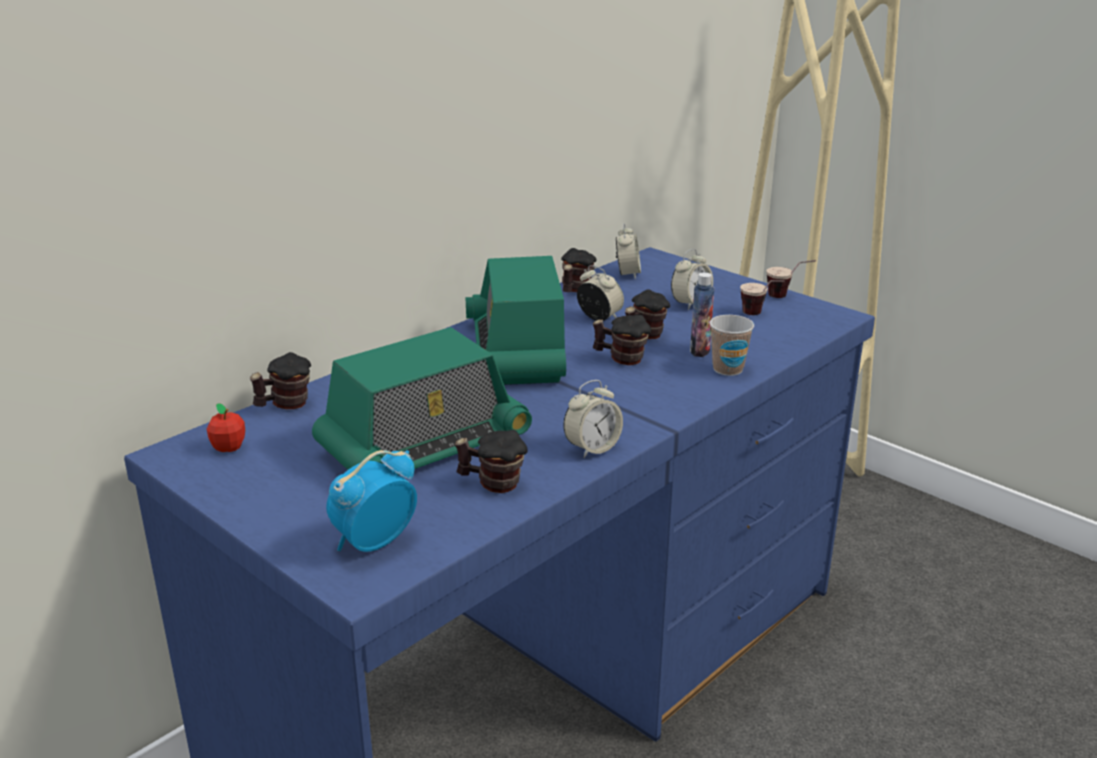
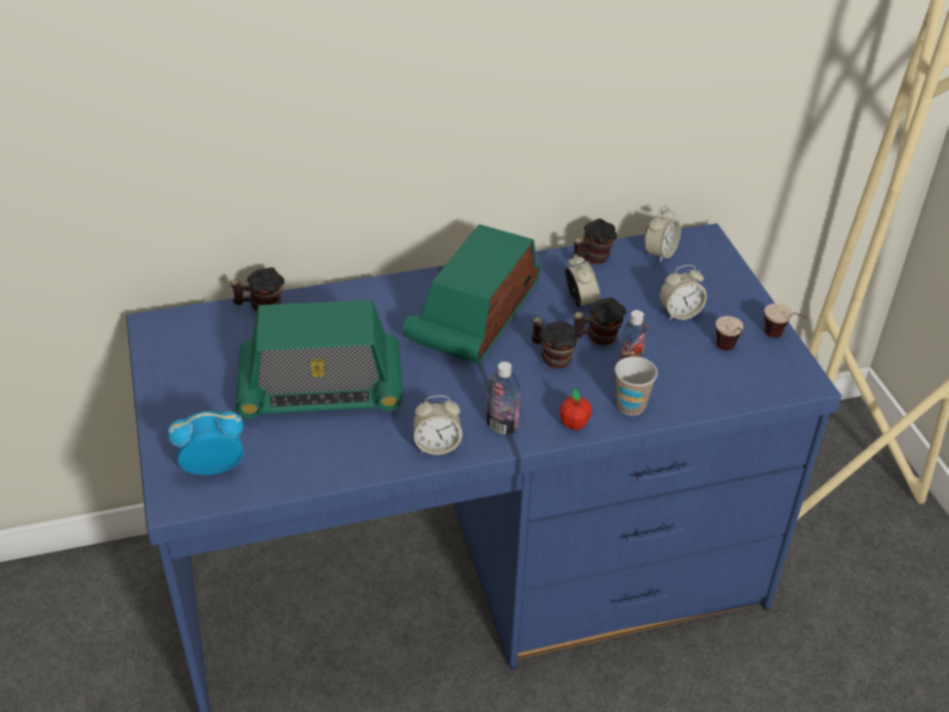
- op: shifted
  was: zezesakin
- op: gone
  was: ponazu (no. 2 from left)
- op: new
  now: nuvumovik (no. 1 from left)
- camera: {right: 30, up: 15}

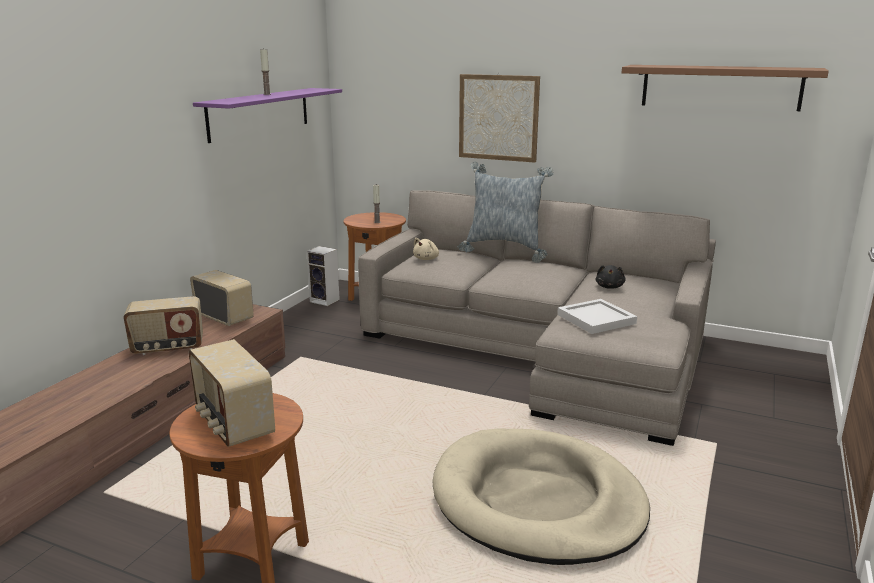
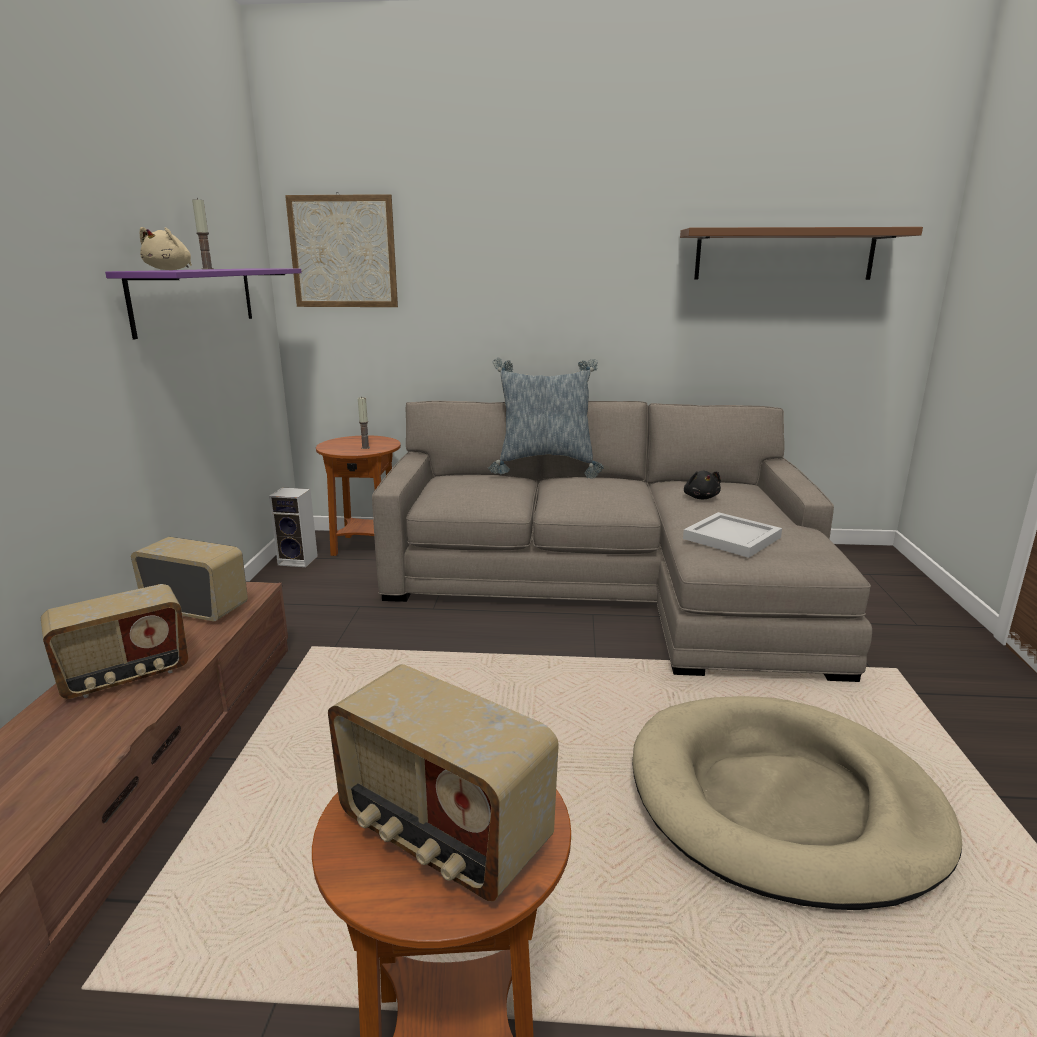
- op: shifted
  was: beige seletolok
- op: shifted
  was: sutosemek
- camera: {right: -20, up: 0}

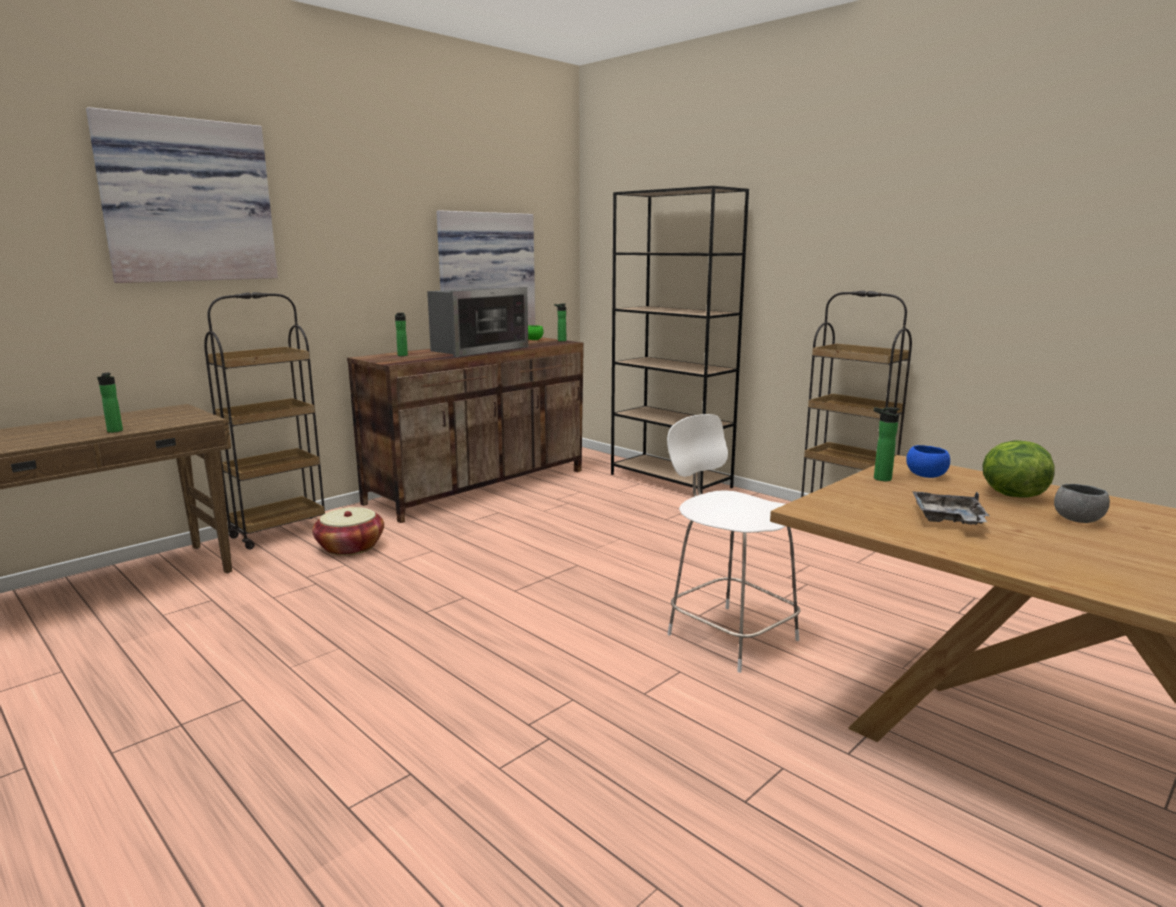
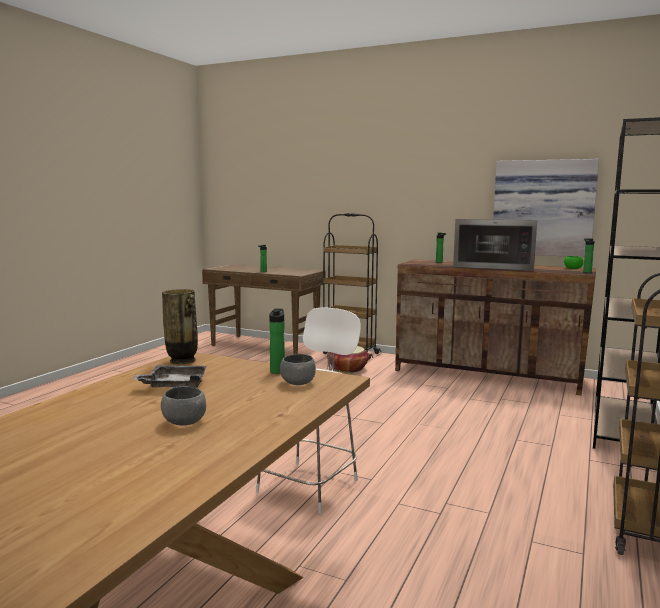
- op: gone
  was: sutosemek (no. 1 from left)
- op: repainted
  was: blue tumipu
  now: grey tumipu (no. 2 from left)
- op: gone
  was: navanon
- op: new
  now: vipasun
- camera: {right: 70, up: -5}

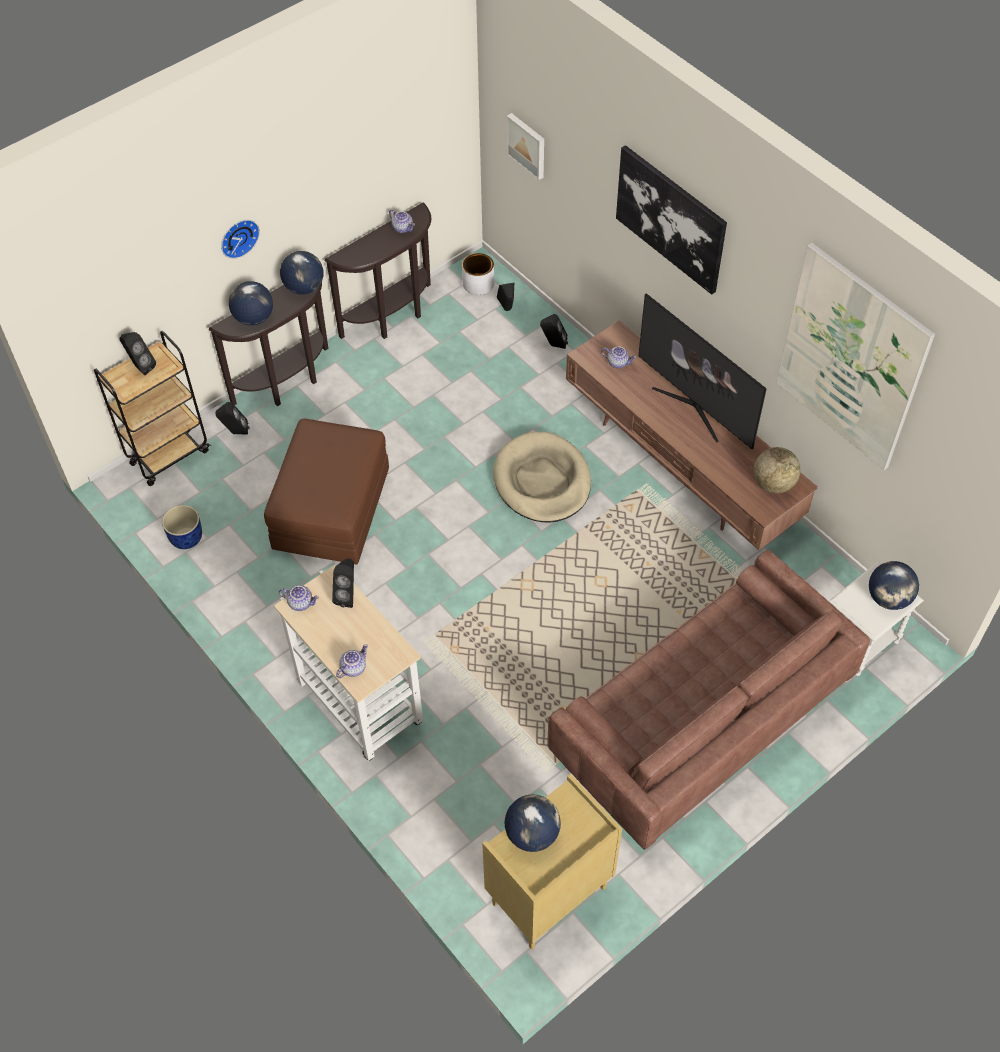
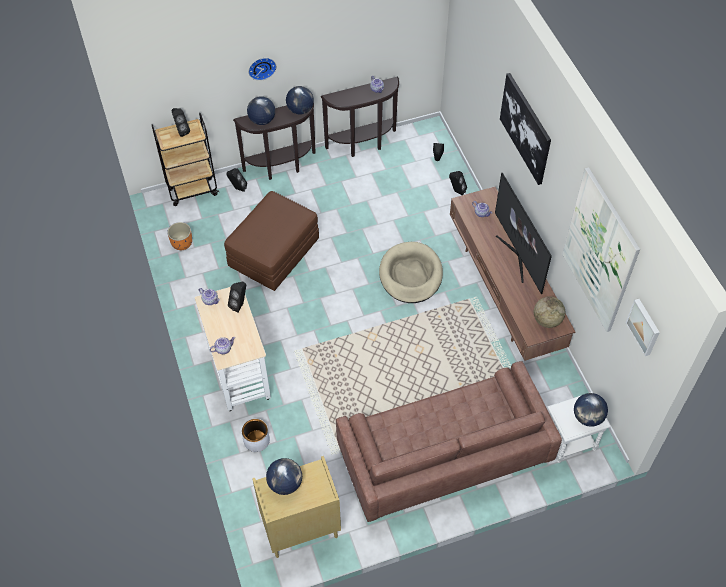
- op: repainted
  was: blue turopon
  now: orange turopon
- op: shifted
  was: white turopon
- op: shifted
  was: sutosemek (no. 1 from left in the first image)
  now: sutosemek (no. 3 from left)
- camera: {right: 20, up: 0}

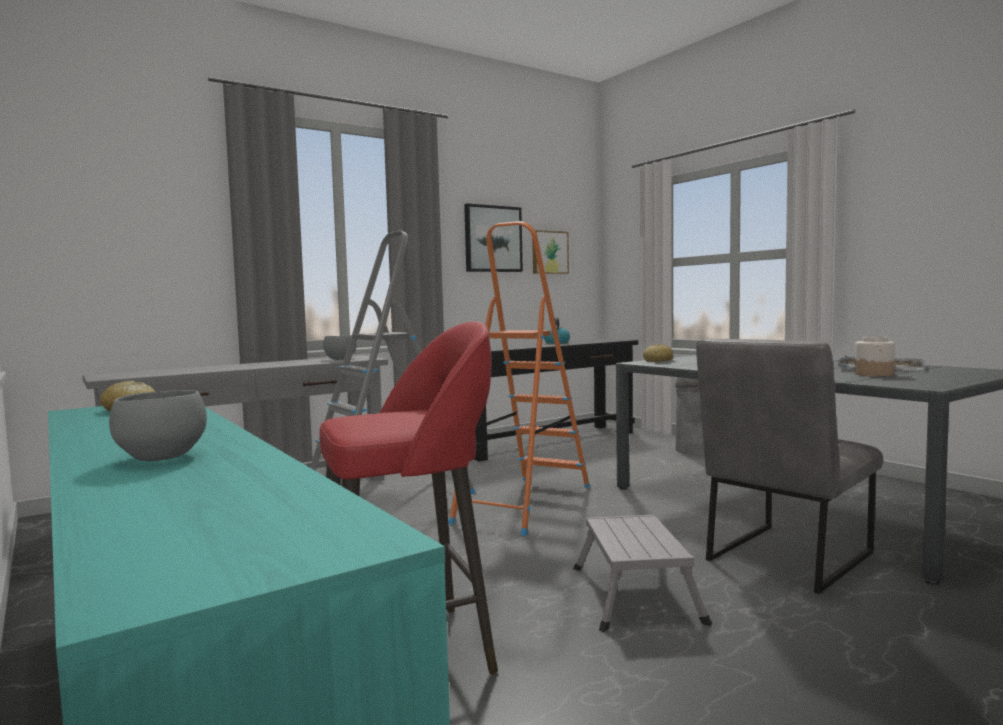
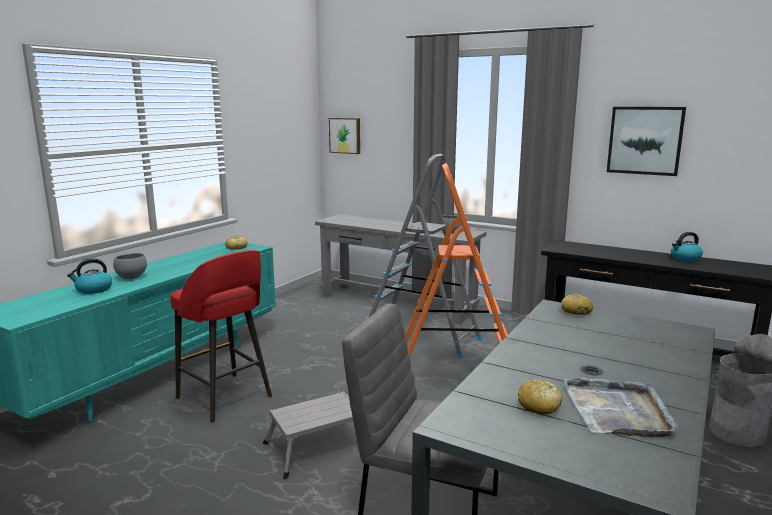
- op: shifted
  was: sutosemek (no. 2 from left in the first image)
  now: sutosemek (no. 1 from left)
- op: swapped
  was: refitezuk
  now: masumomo (no. 2 from left)
- op: new
  now: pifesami (no. 1 from left)
- camera: {right: 65, up: 10}

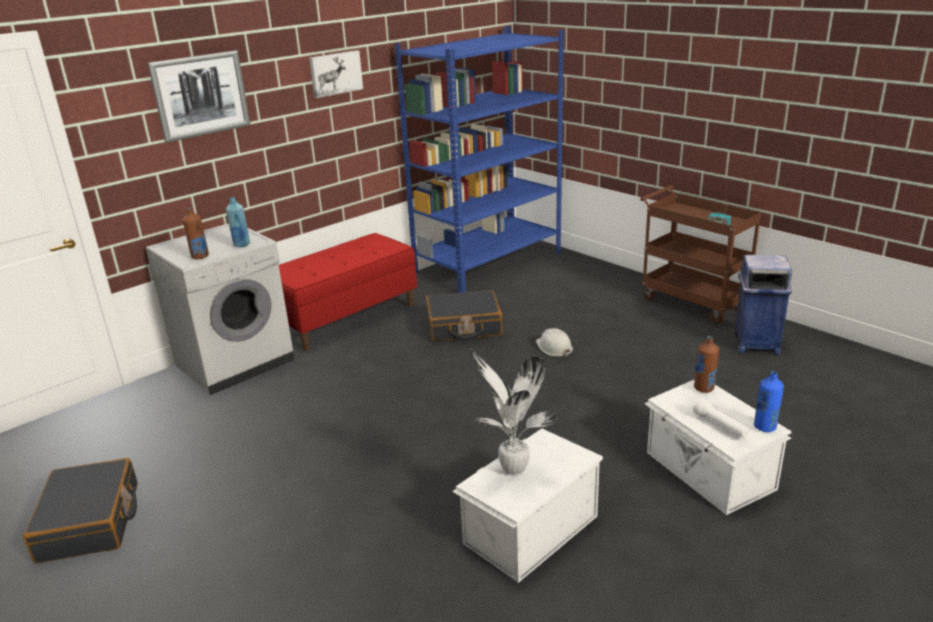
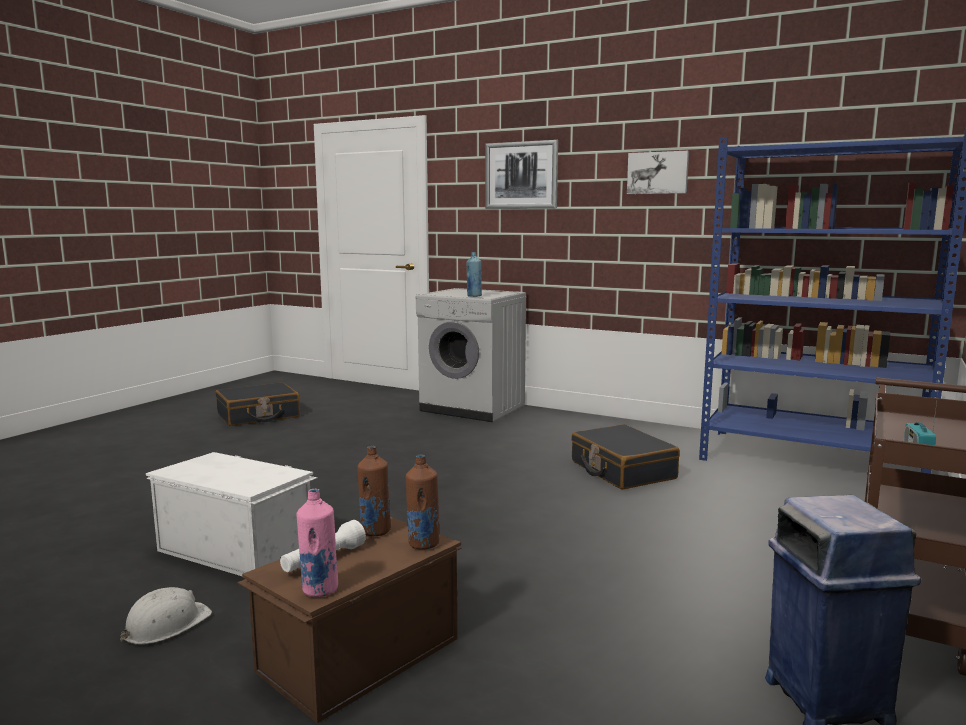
- op: shifted
  was: brown nuvumovik (no. 1 from left)
- op: gone
  was: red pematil
- op: gone
  was: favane
- op: shifted
  was: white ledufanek
- op: repainted
  was: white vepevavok (no. 2 from left)
  now: brown vepevavok
- op: repainted
  was: blue nuvumovik (no. 2 from left)
  now: pink nuvumovik
- camera: {right: 70, up: -15}

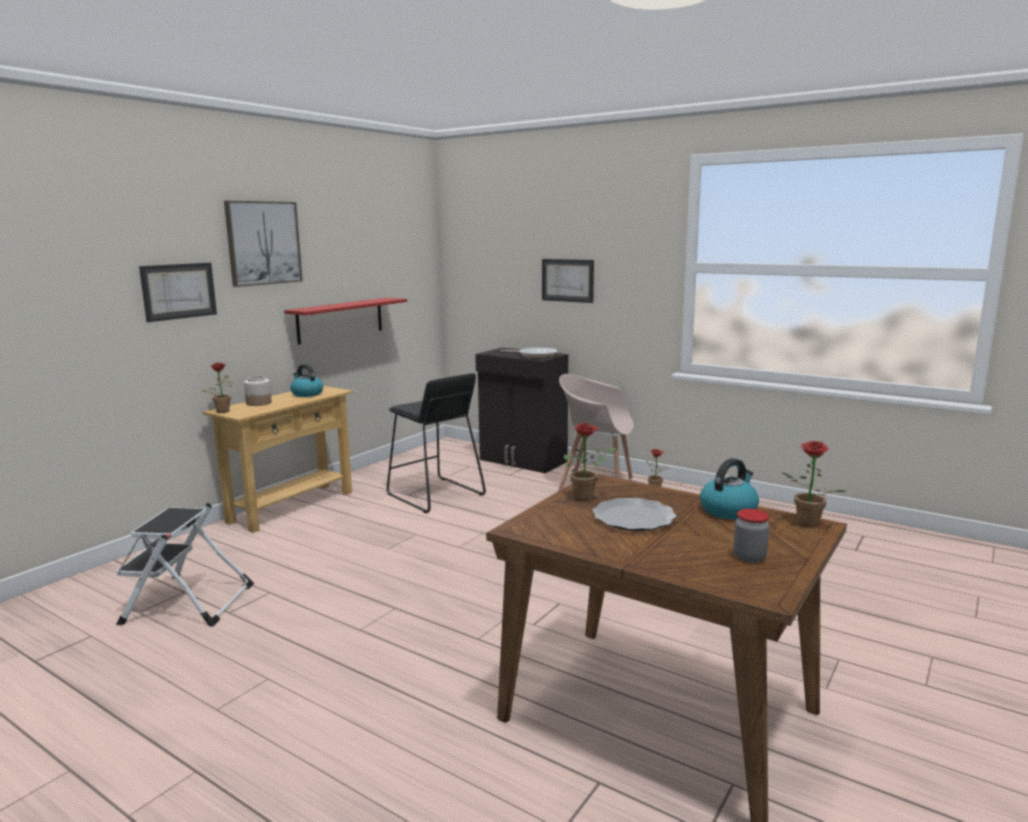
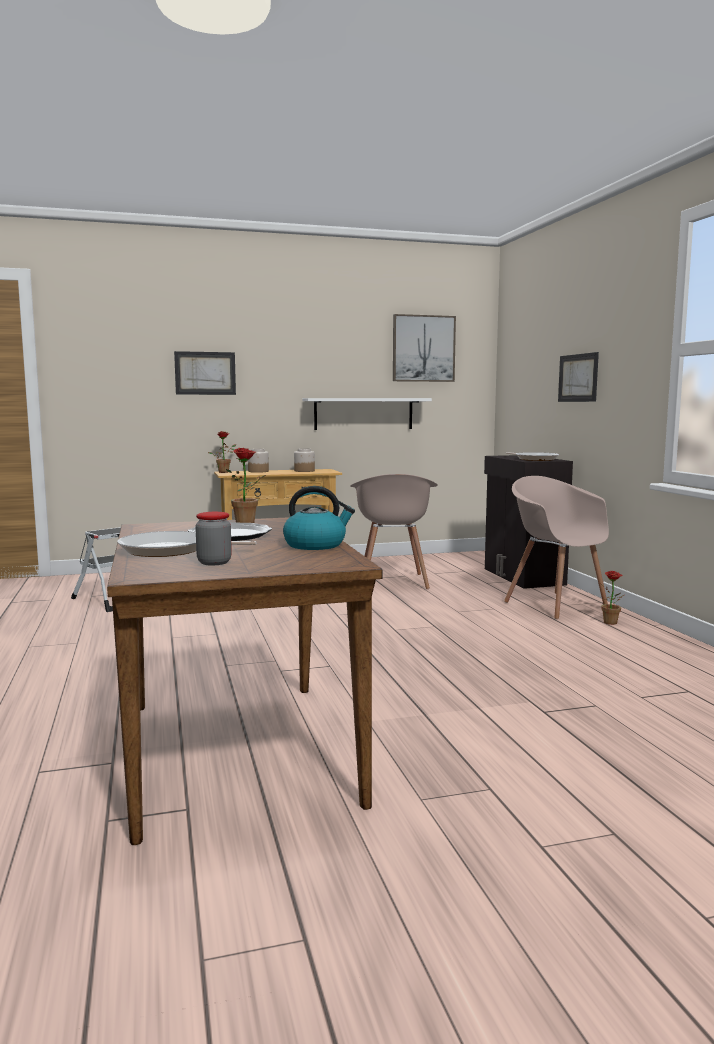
- op: shifted
  was: sutosemek (no. 2 from left)
- op: repainted
  was: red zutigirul
  now: white zutigirul
- op: swapped
  was: pifesami (no. 1 from left)
  now: refitezuk (no. 3 from left)
- op: swapped
  was: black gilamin
  now: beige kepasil (no. 1 from left)
- op: gone
  was: favane (no. 4 from left)
- op: new
  now: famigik (no. 1 from left)
- camera: {right: 40, up: -5}

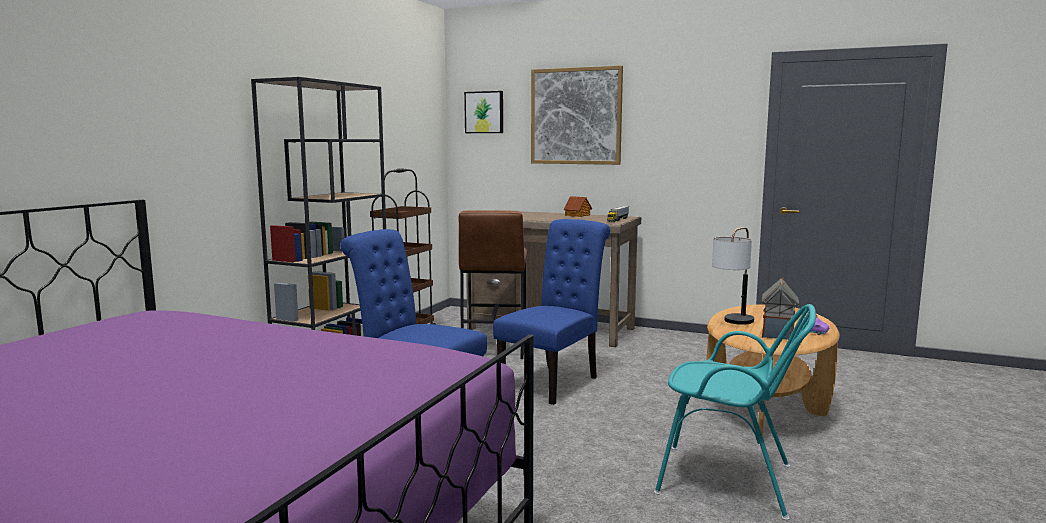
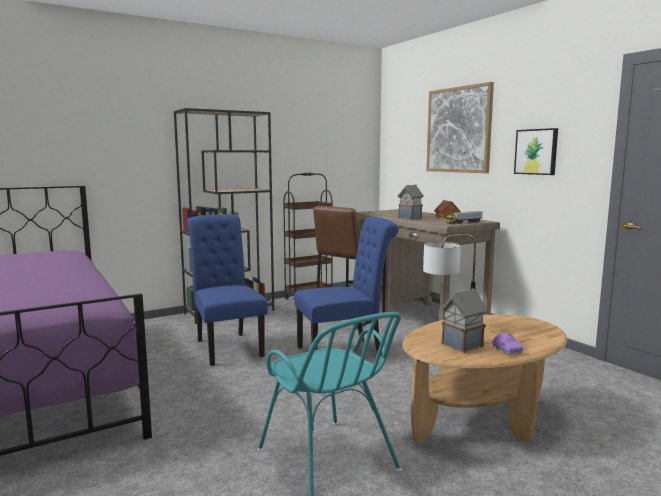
- op: shifted
  was: sutosemek (no. 1 from left in the first image)
  now: sutosemek (no. 2 from left)
- op: new
  now: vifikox (no. 1 from left)
- camera: {right: 35, up: 0}

